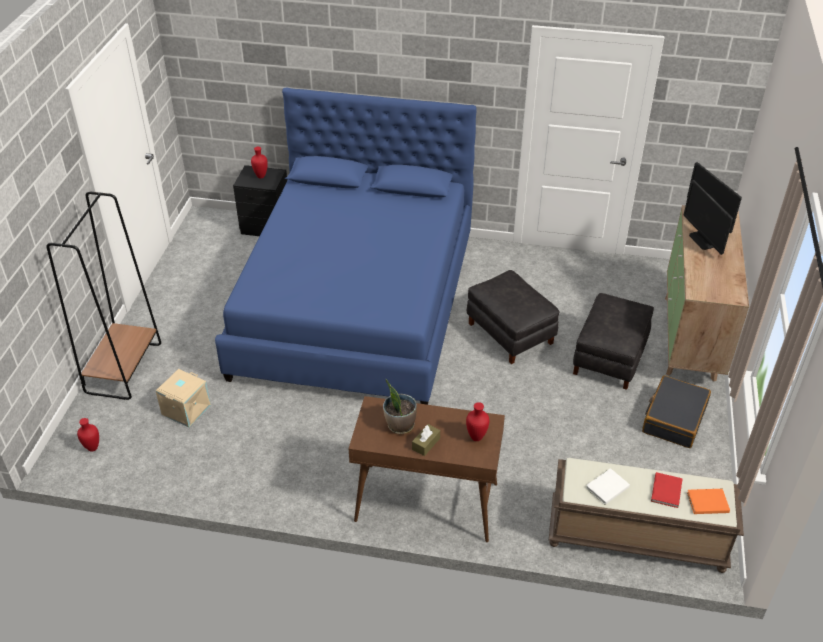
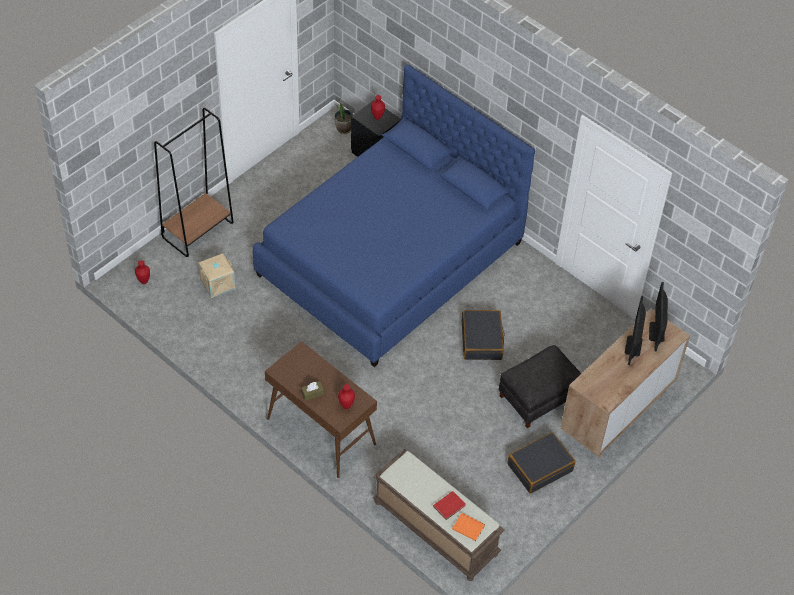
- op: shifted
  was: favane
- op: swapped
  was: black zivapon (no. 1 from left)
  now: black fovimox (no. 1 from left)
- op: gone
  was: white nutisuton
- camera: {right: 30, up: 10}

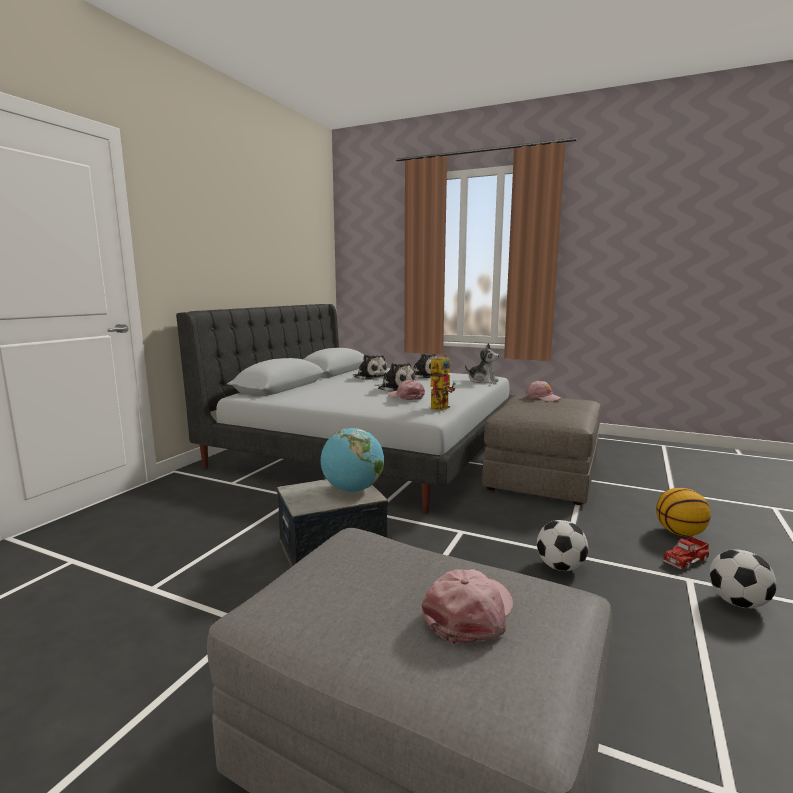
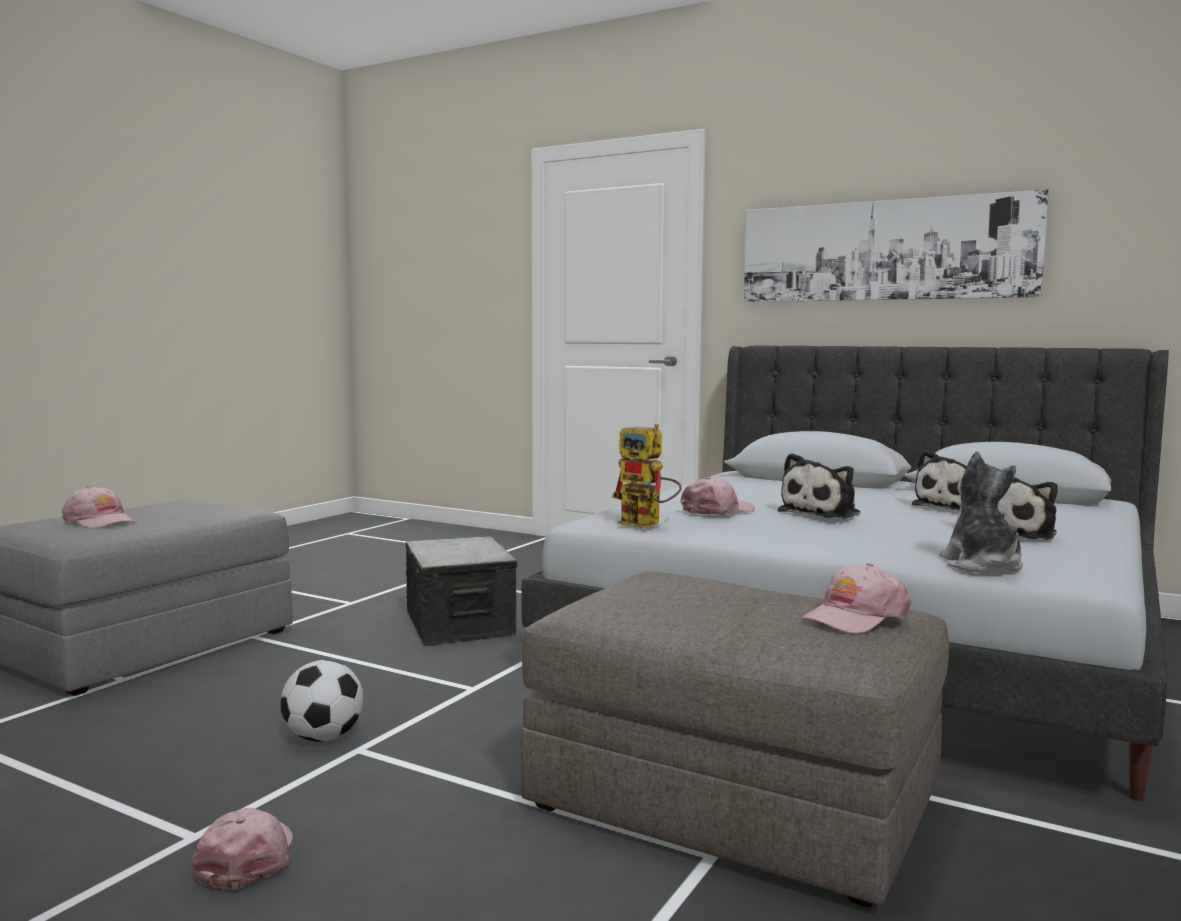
- op: gone
  was: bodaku
- op: rotated
  was: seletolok (no. 4 from left in the first image)
  clockwise: 135
- op: gone
  was: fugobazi
- op: swapped
  was: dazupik
  now: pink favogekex (no. 2 from left)
- op: gone
  was: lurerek (no. 2 from left)
- op: new
  now: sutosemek
- camera: {right: 95, up: -5}

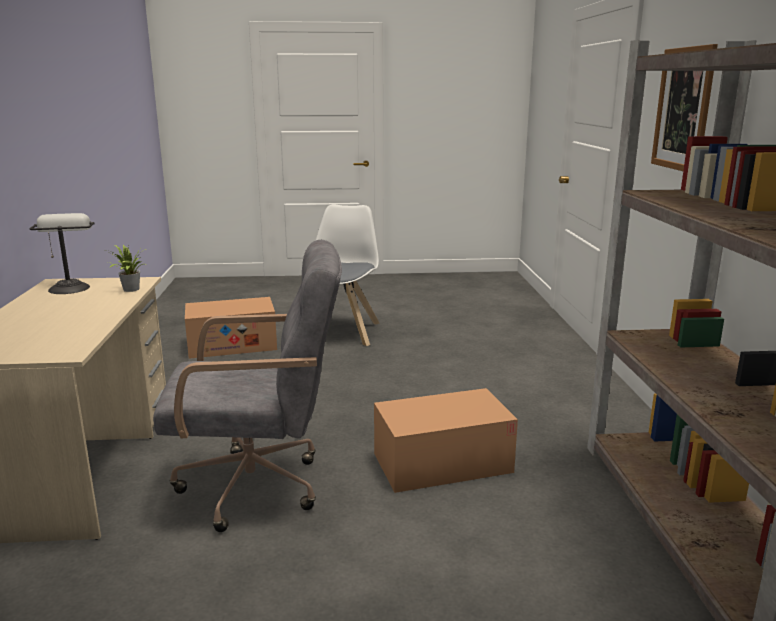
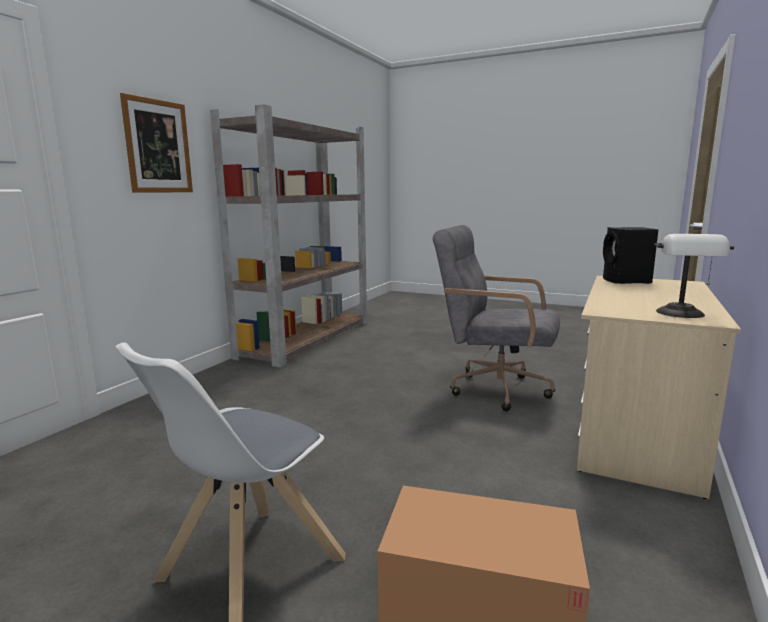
- op: gone
  was: favane
- op: gone
  was: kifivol (no. 2 from left)
- op: new
  now: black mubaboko
- camera: {right: -150, up: -5}

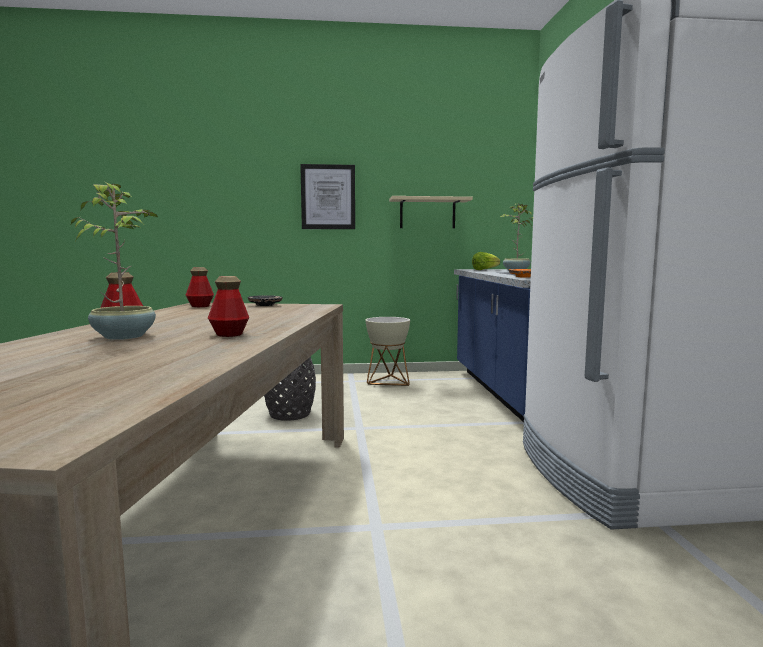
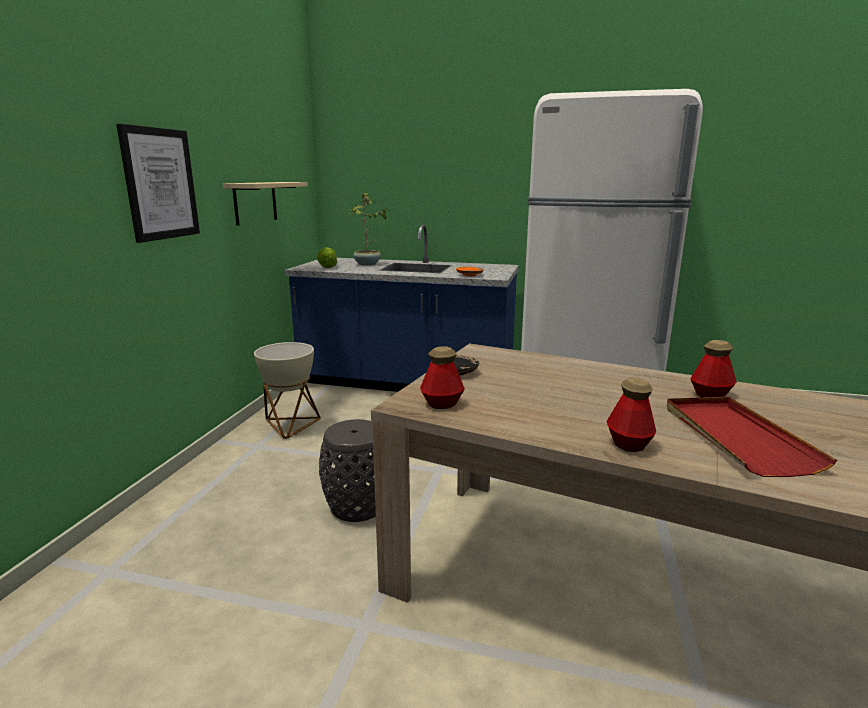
- op: swapped
  was: favane (no. 1 from left)
  now: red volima
- camera: {right: -70, up: 10}

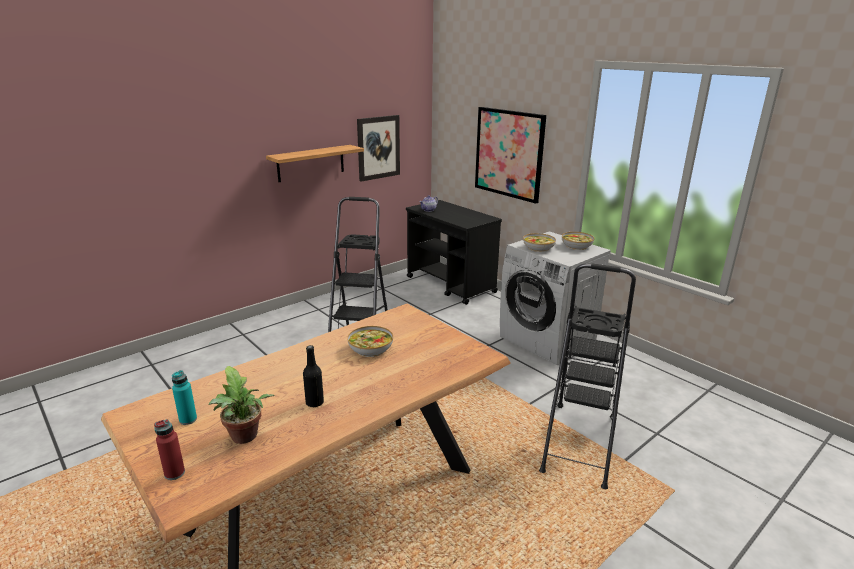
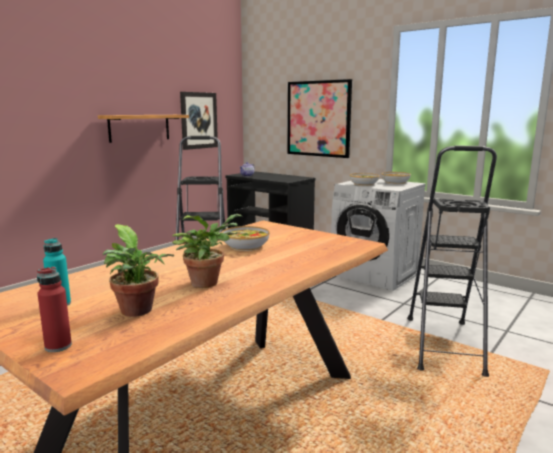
- op: swapped
  was: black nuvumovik
  now: favane (no. 2 from left)
- camera: {right: -10, up: -10}

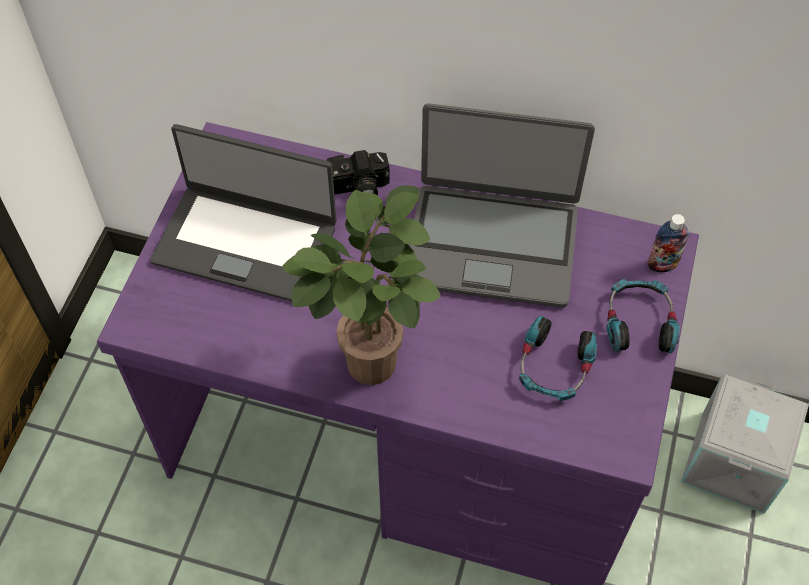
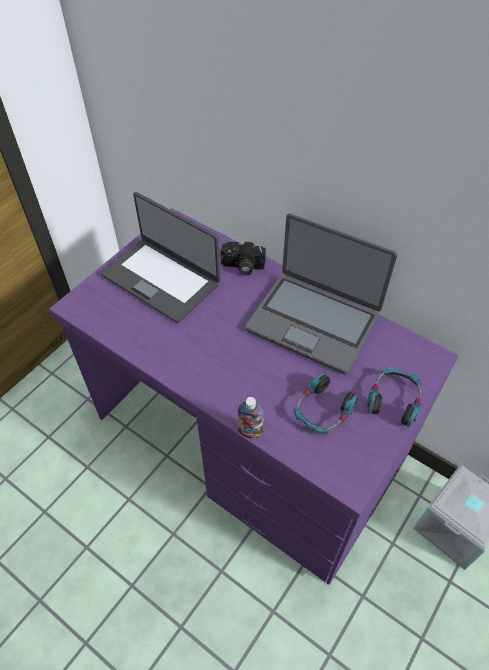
- op: gone
  was: favane
- op: shifted
  was: nuvumovik
- camera: {right: 20, up: -5}

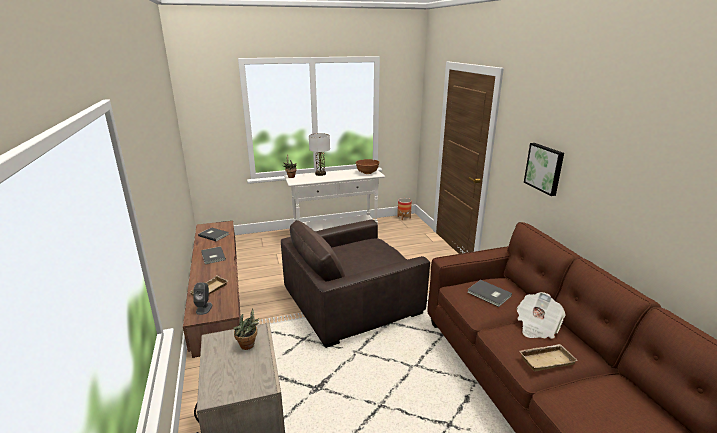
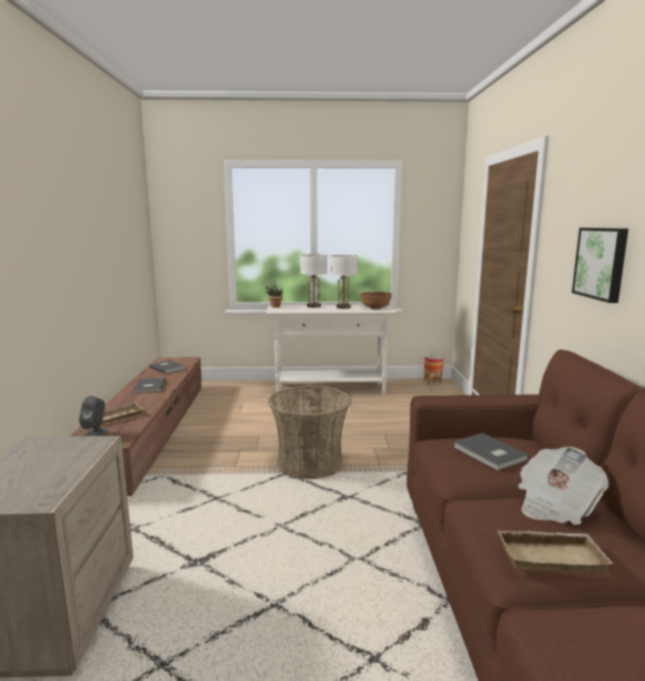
- op: gone
  was: favane (no. 1 from left)
- op: swapped
  was: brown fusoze
  now: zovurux
- op: new
  now: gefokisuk (no. 2 from left)
- camera: {right: 15, up: -10}

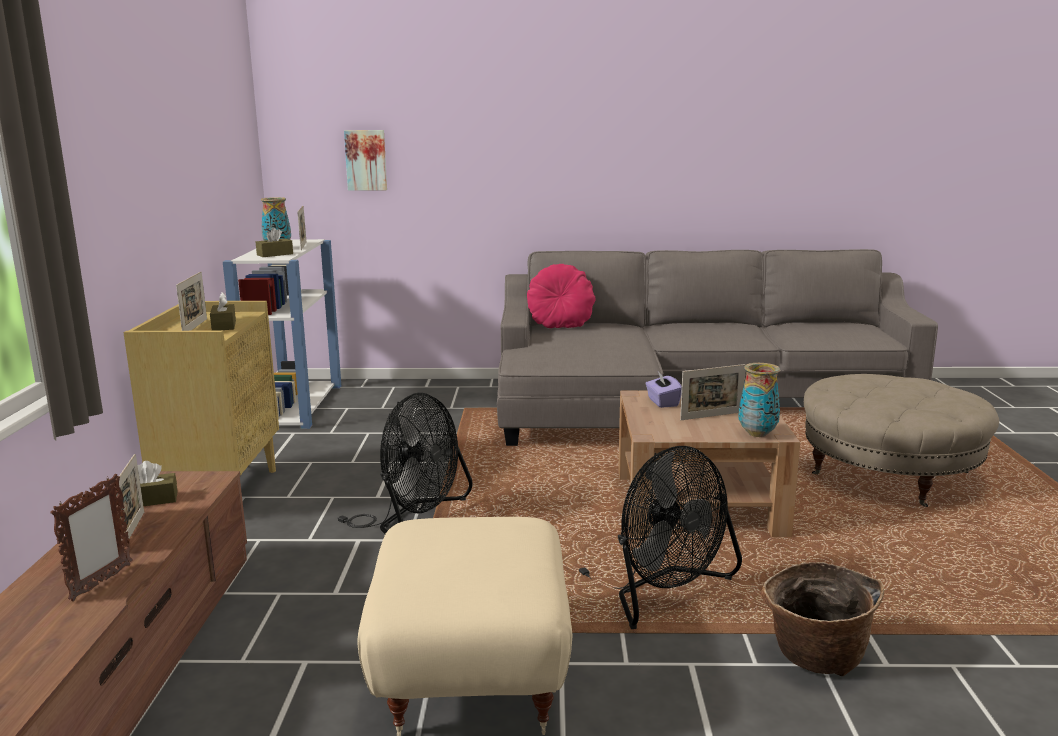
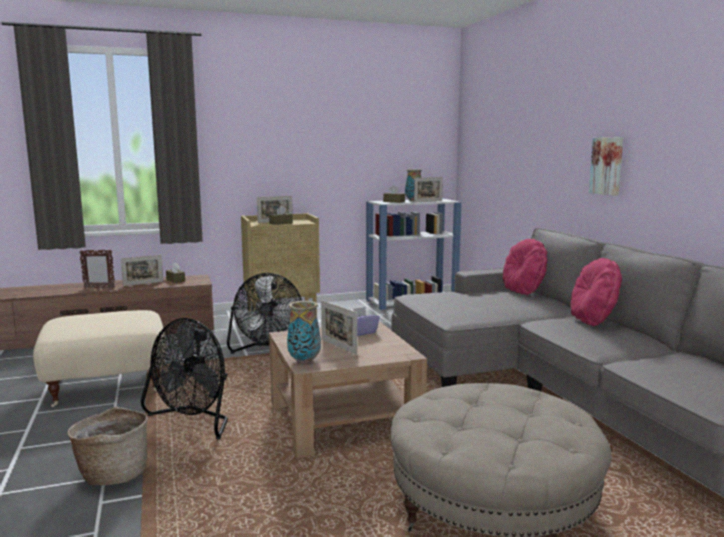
- op: shifted
  was: sutosemek
- op: new
  now: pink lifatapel (no. 2 from left)
- camera: {right: 70, up: -5}

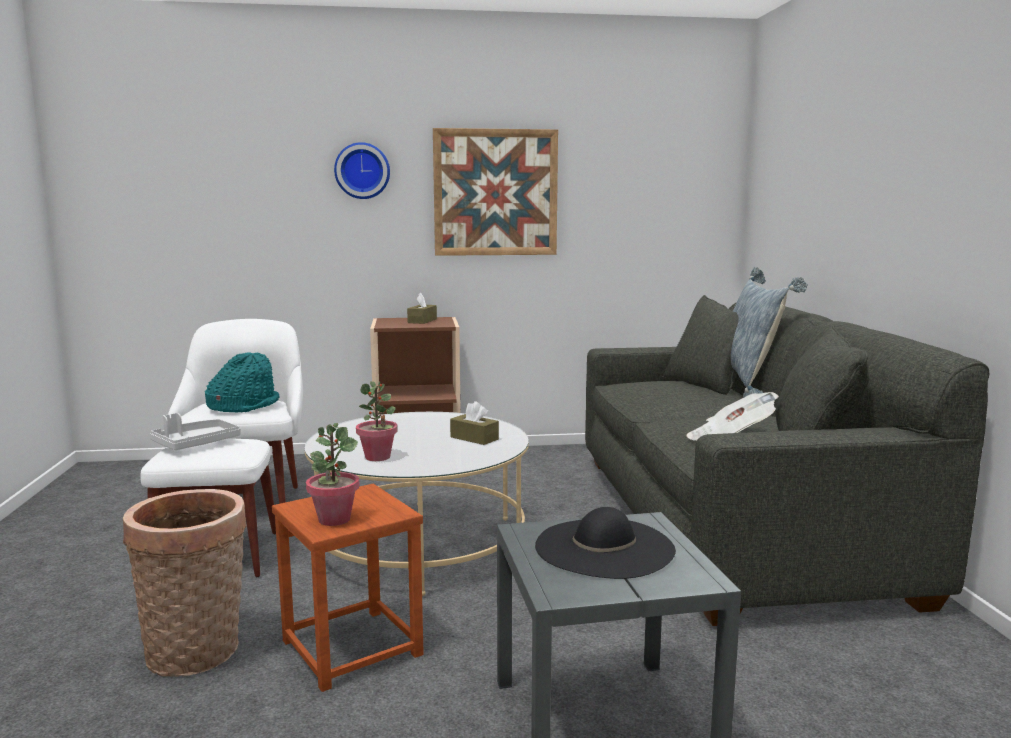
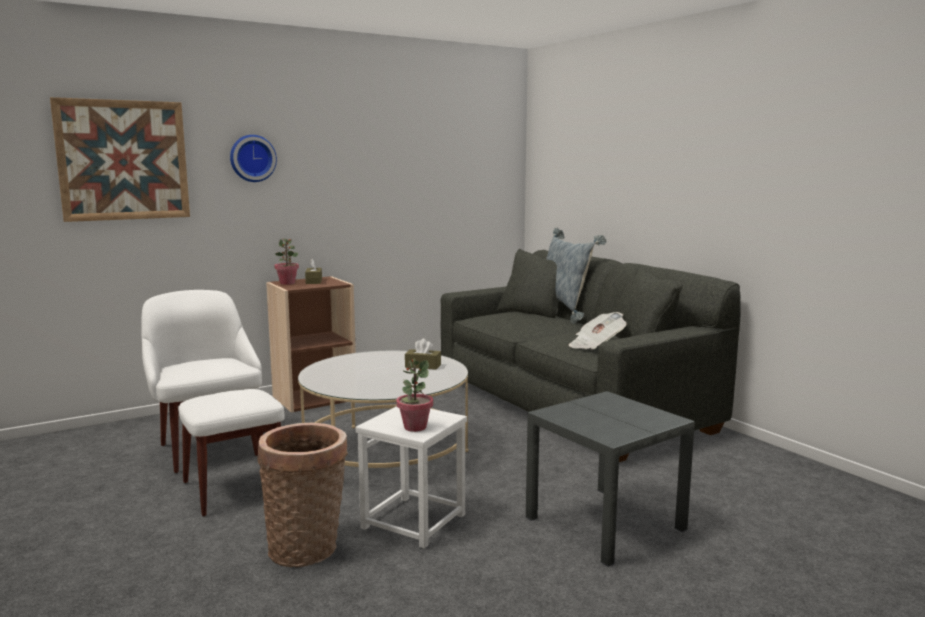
- op: gone
  was: grey volima
- op: gone
  was: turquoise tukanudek
- op: repainted
  was: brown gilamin
  now: white gilamin
- op: shifted
  was: favane (no. 2 from left in the first image)
  now: favane (no. 1 from left)
- op: shifted
  was: sutosemek
- op: gone
  was: black tukanudek
- camera: {right: -25, up: 0}

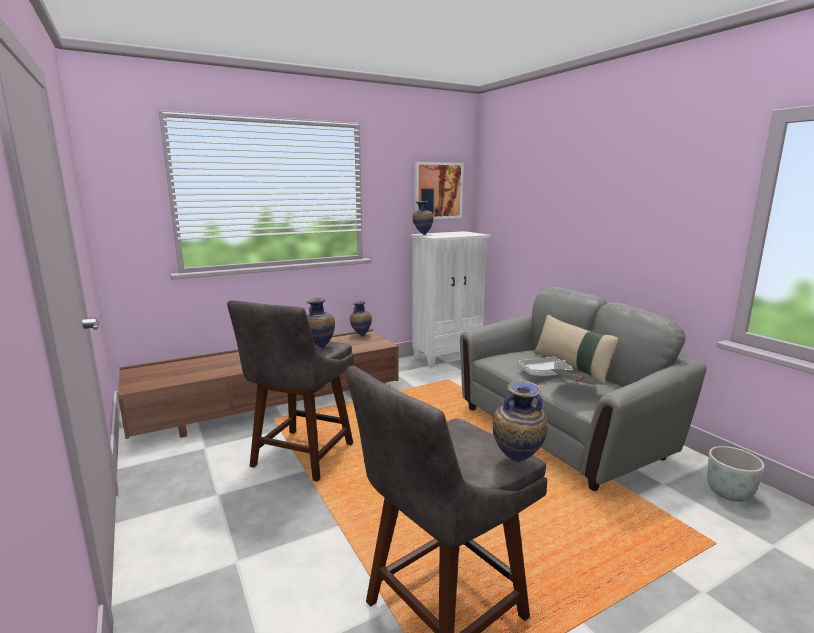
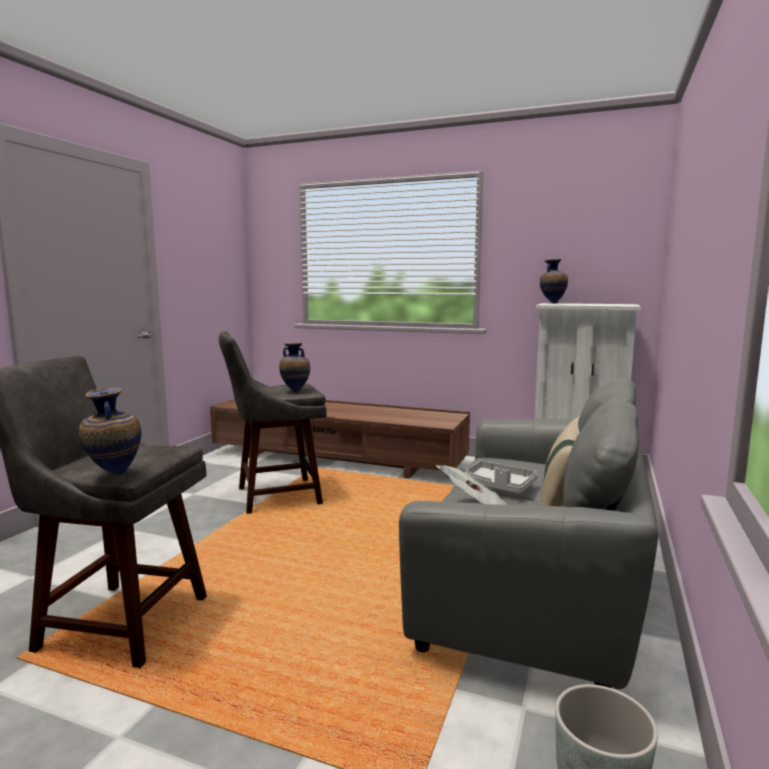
- op: gone
  was: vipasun (no. 2 from left)
- op: gone
  was: sutosemek
- camera: {right: 50, up: -5}

